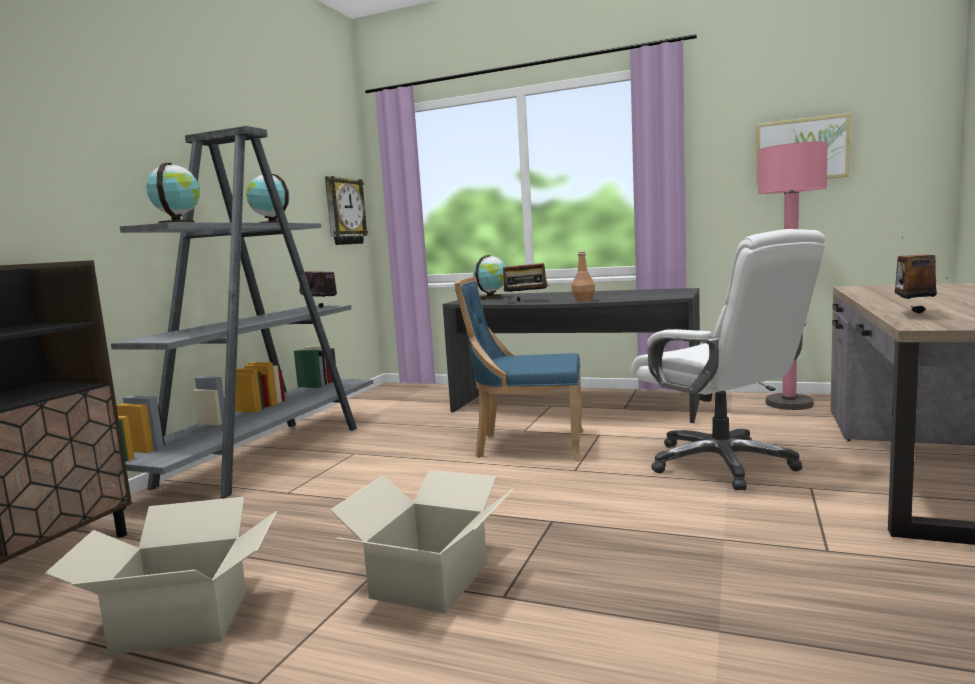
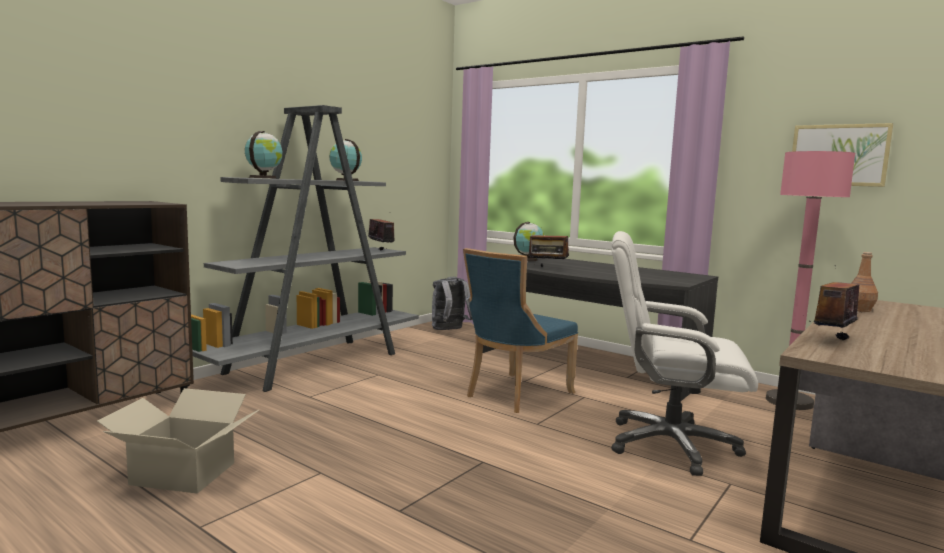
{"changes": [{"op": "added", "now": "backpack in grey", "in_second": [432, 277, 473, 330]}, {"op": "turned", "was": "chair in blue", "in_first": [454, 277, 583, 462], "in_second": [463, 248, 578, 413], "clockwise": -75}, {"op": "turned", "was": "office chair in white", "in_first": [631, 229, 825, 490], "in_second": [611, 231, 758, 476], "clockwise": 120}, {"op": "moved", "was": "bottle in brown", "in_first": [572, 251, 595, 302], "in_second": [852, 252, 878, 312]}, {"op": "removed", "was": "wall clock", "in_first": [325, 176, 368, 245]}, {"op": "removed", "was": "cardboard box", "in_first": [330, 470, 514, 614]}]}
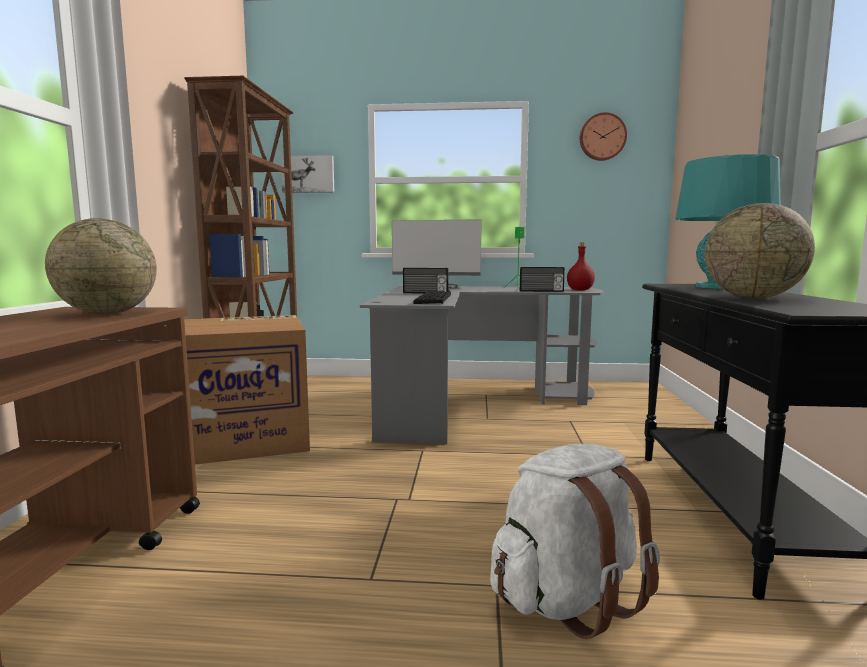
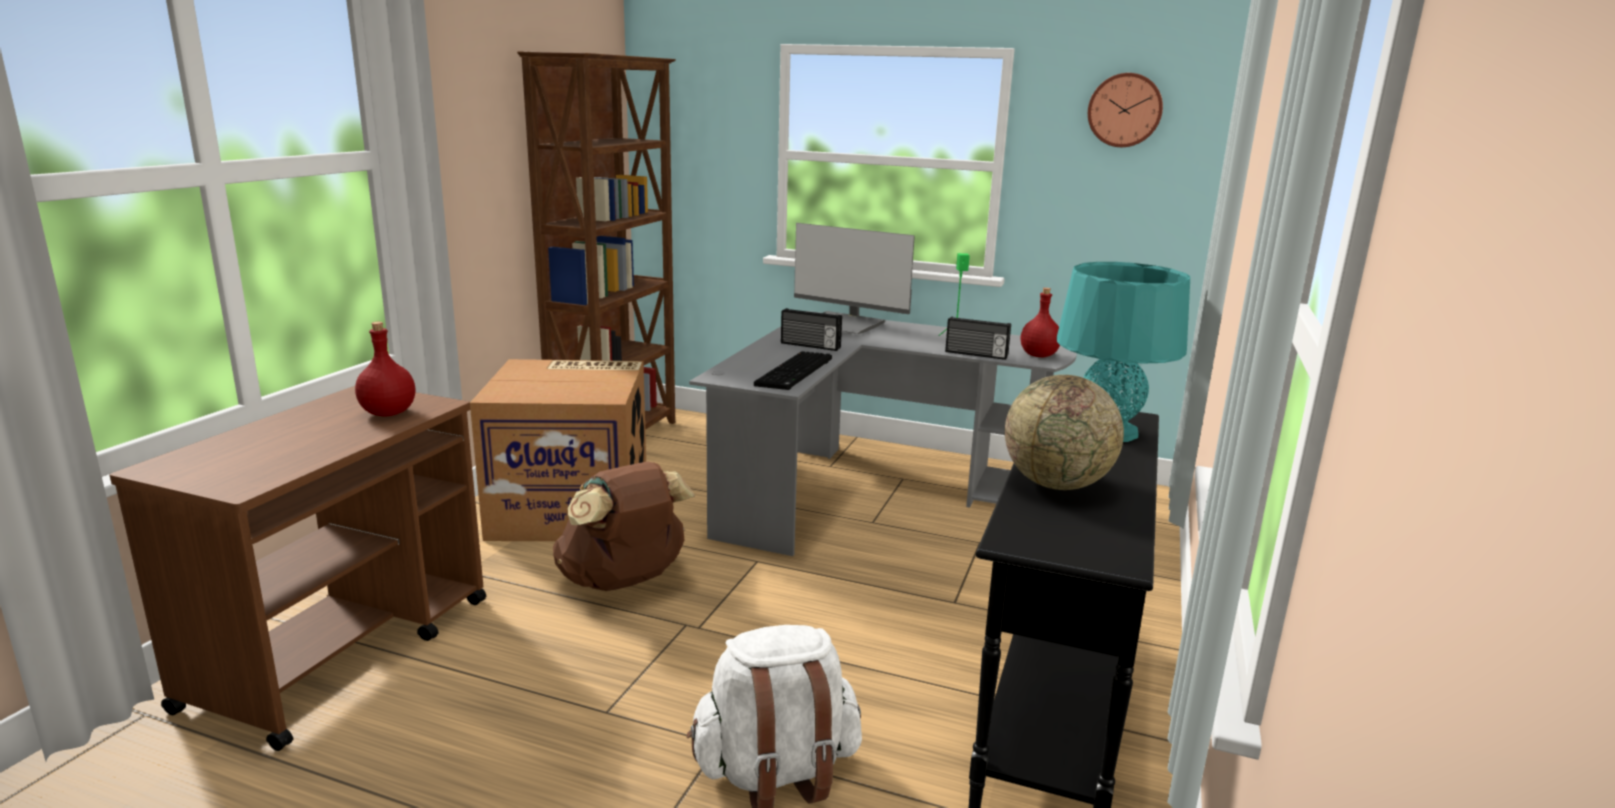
{"changes": [{"op": "replaced", "was": "globe", "now": "bottle in red", "in_first": [45, 218, 157, 315], "in_second": [355, 322, 415, 417]}, {"op": "added", "now": "backpack in brown", "in_second": [553, 462, 695, 591]}, {"op": "removed", "was": "picture", "in_first": [281, 155, 334, 193]}]}
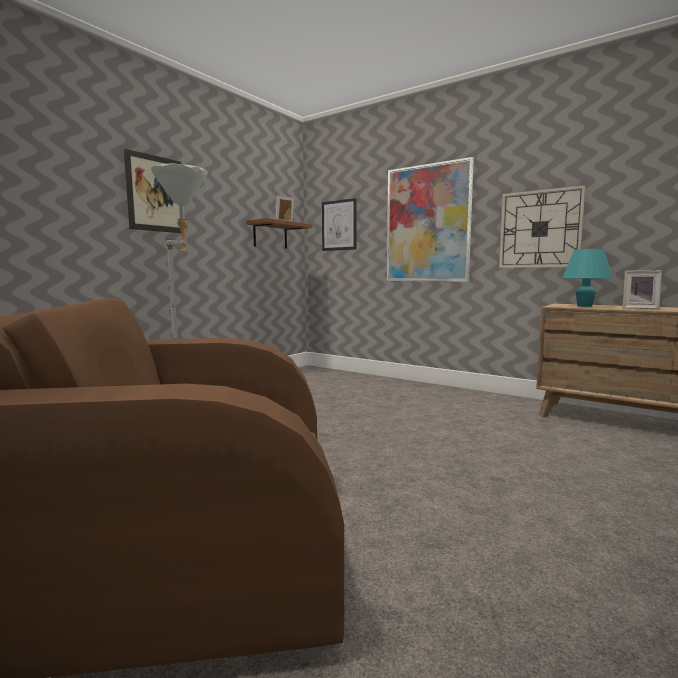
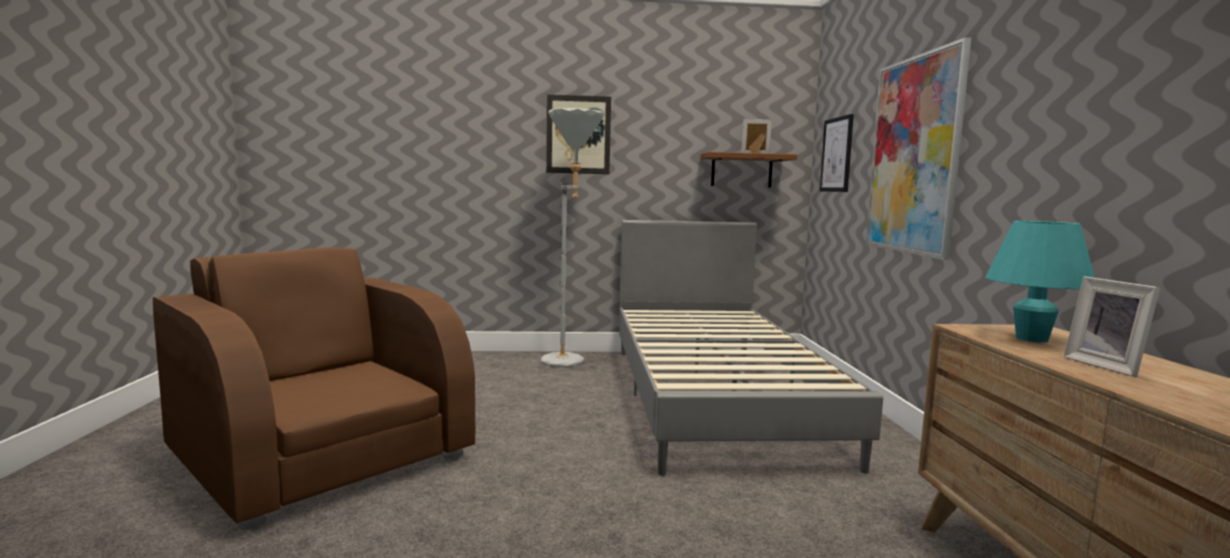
{"changes": [{"op": "added", "now": "bed in grey", "in_second": [619, 220, 883, 476]}, {"op": "removed", "was": "wall clock", "in_first": [499, 185, 586, 268]}]}
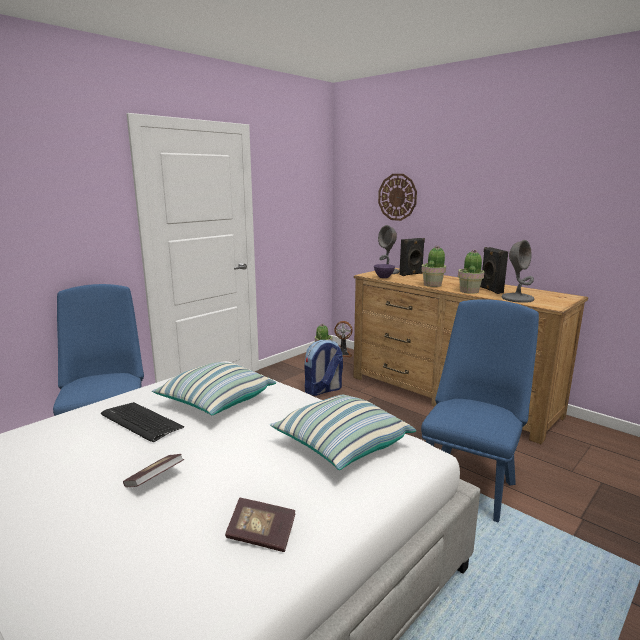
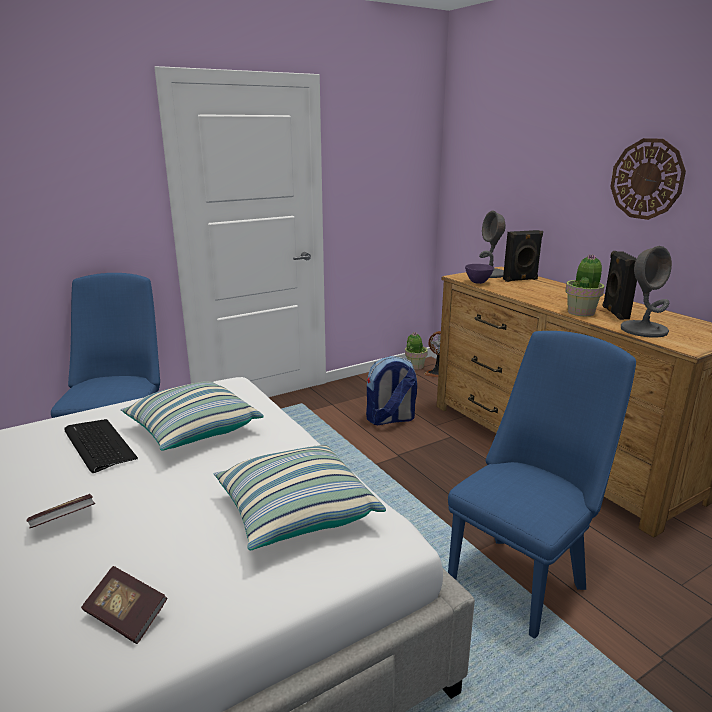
{"changes": [{"op": "moved", "was": "wall clock", "in_first": [378, 174, 417, 221], "in_second": [610, 138, 686, 220]}, {"op": "removed", "was": "potted plant", "in_first": [421, 245, 446, 287]}]}
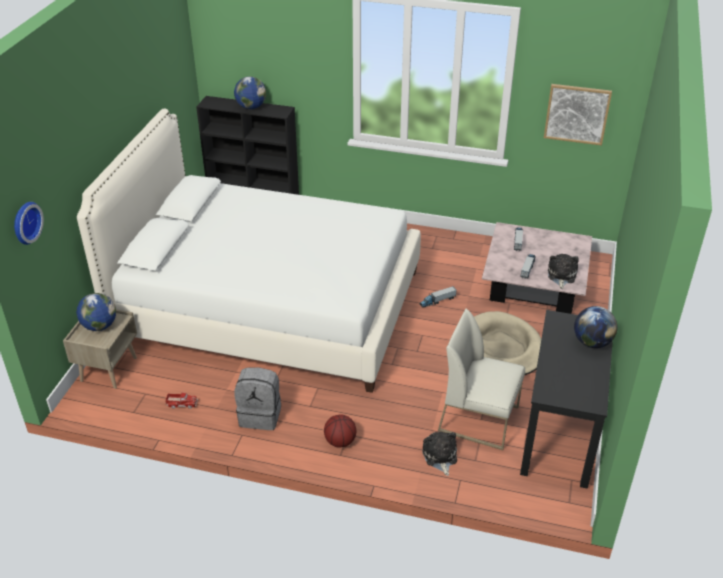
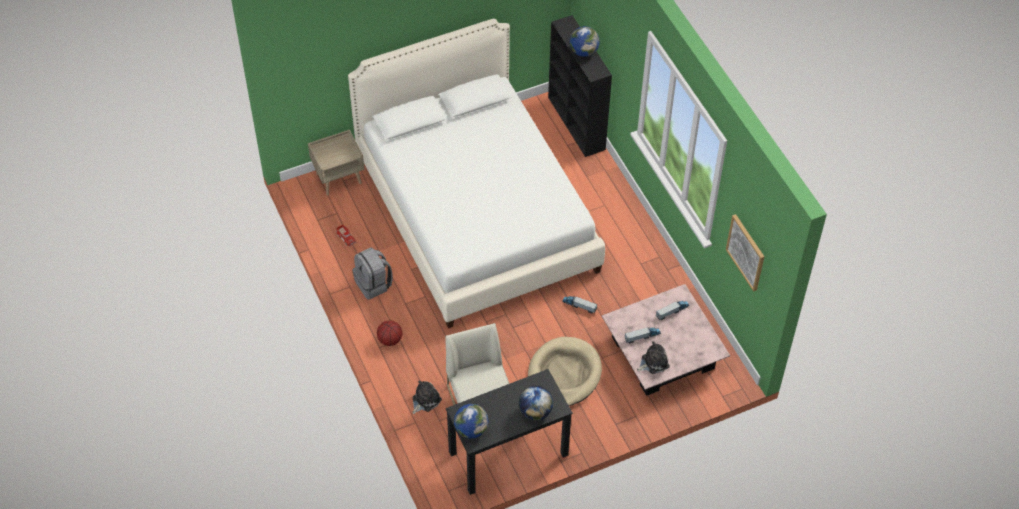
{"changes": [{"op": "moved", "was": "globe", "in_first": [76, 293, 116, 331], "in_second": [454, 404, 489, 438]}, {"op": "removed", "was": "wall clock", "in_first": [14, 202, 44, 245]}]}
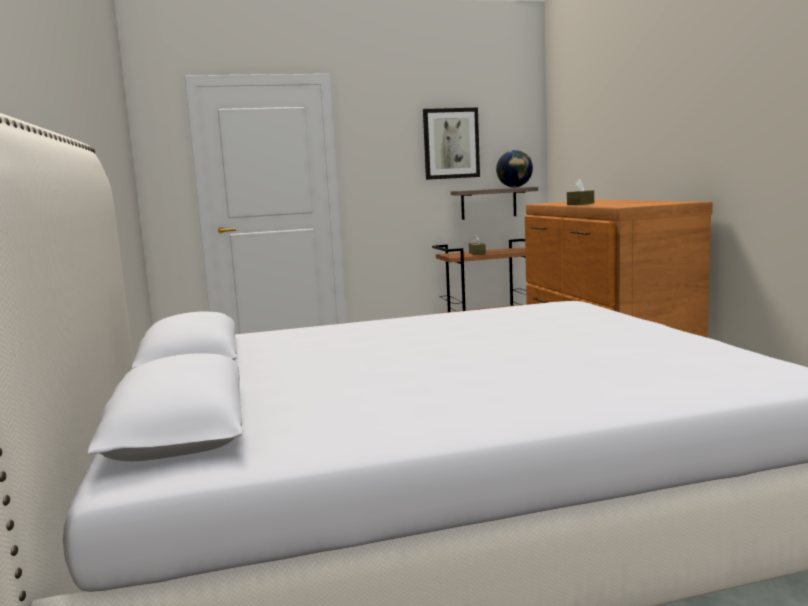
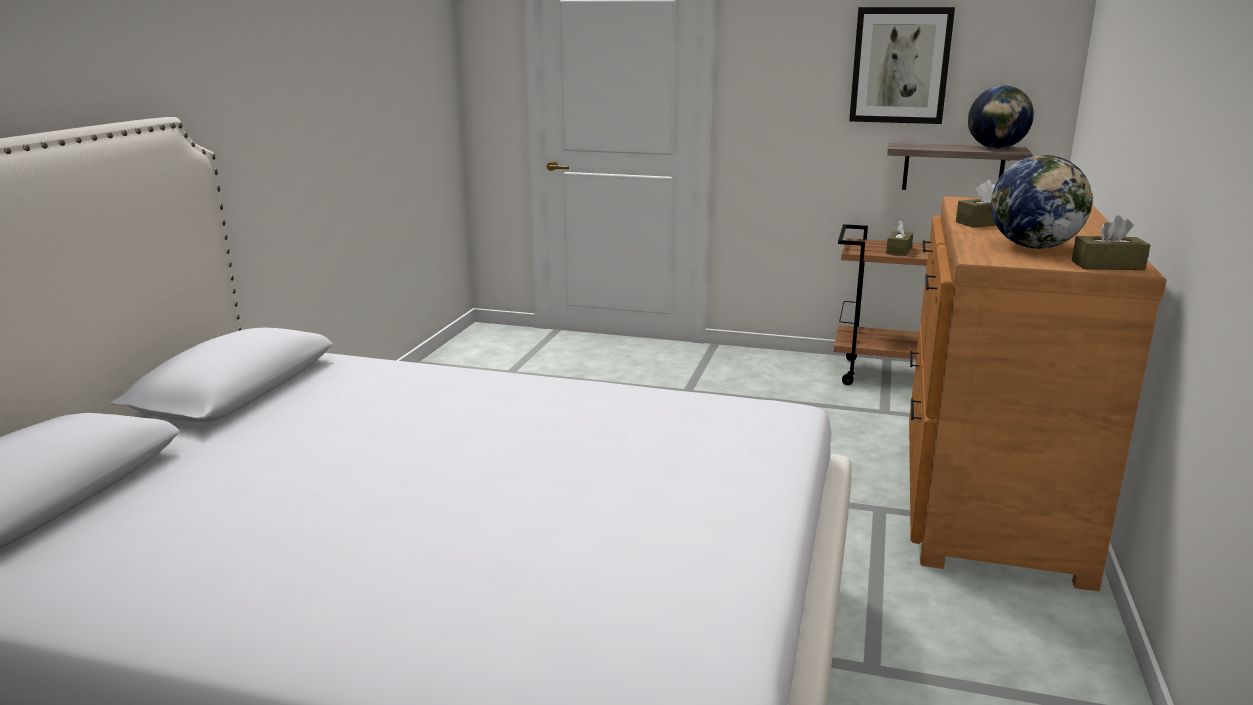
{"changes": [{"op": "added", "now": "globe", "in_second": [991, 155, 1093, 249]}, {"op": "added", "now": "tissue box in brown", "in_second": [1071, 215, 1150, 270]}]}
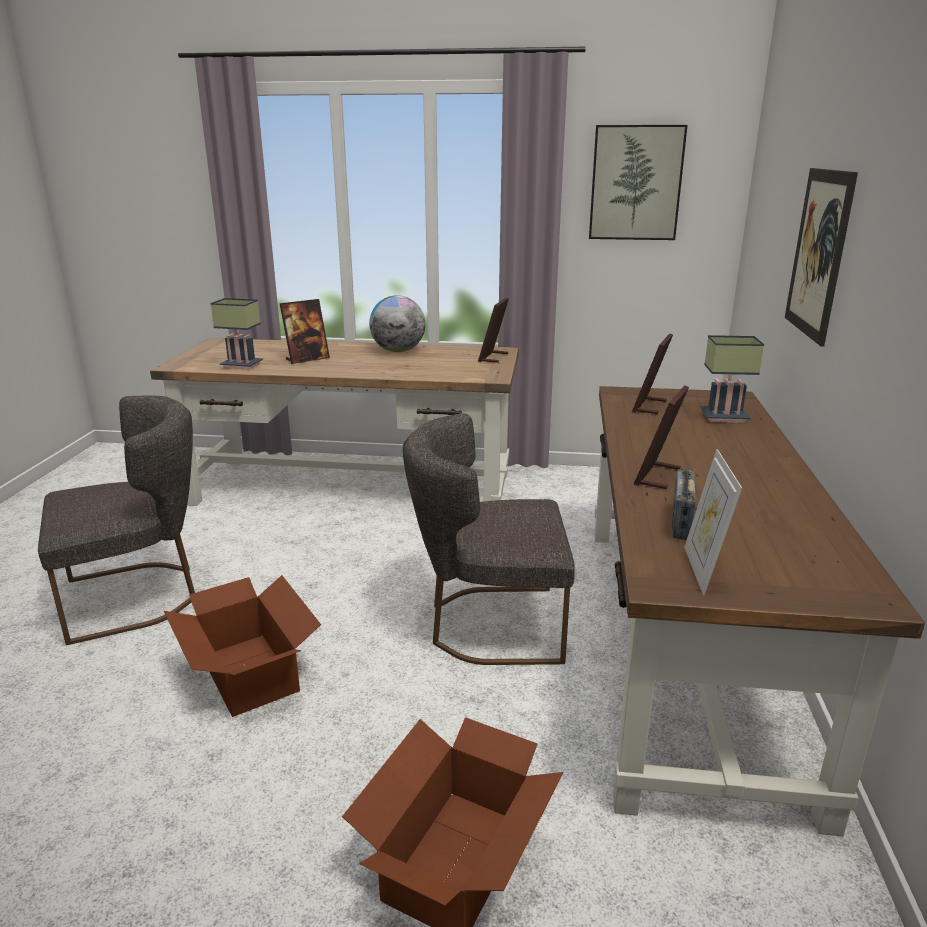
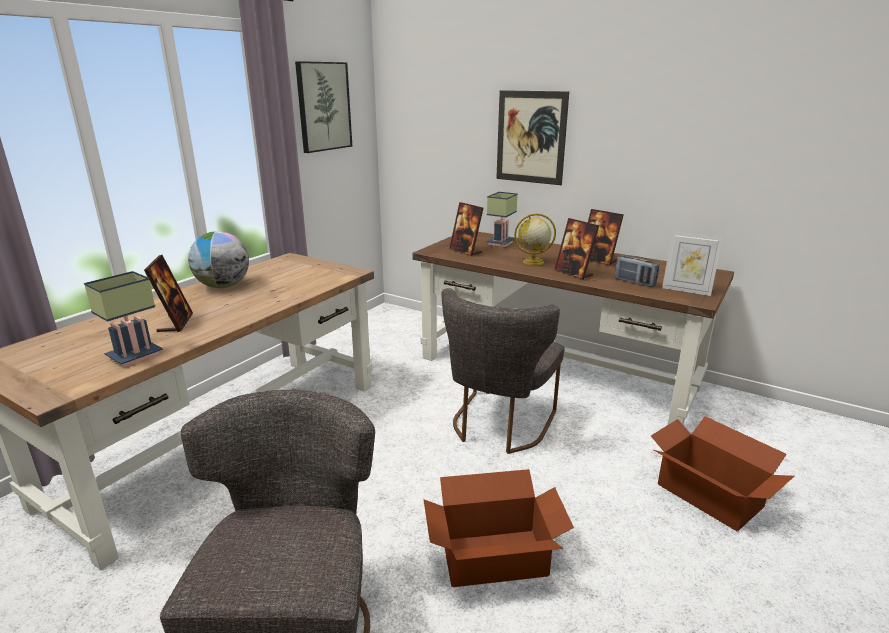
{"changes": [{"op": "added", "now": "globe", "in_second": [514, 213, 556, 265]}, {"op": "moved", "was": "picture frame", "in_first": [478, 298, 509, 363], "in_second": [588, 209, 624, 266]}]}
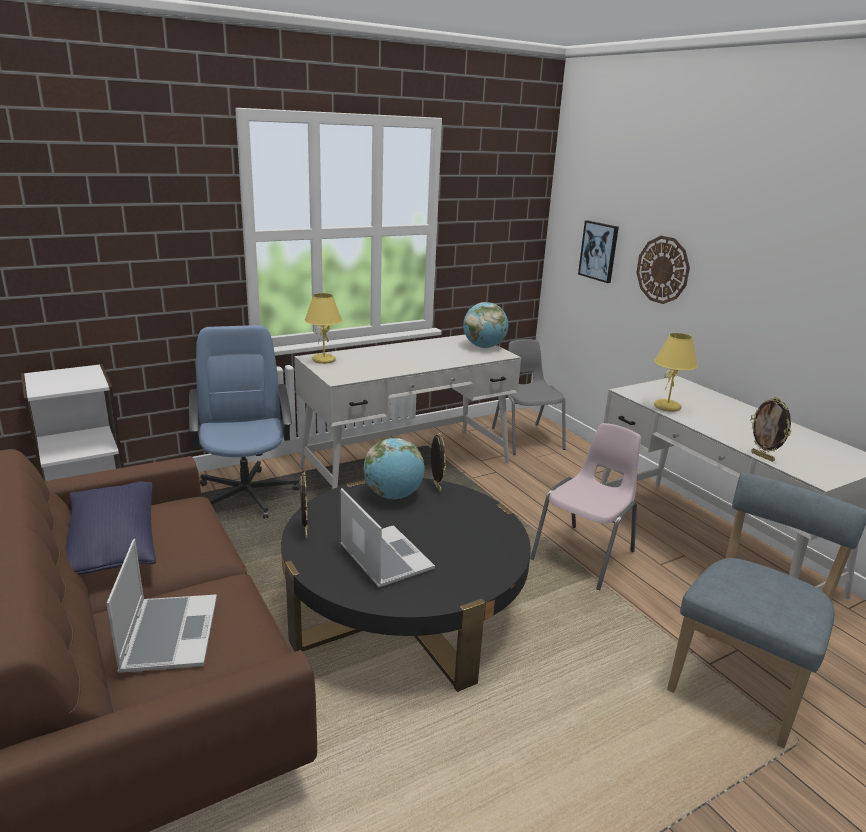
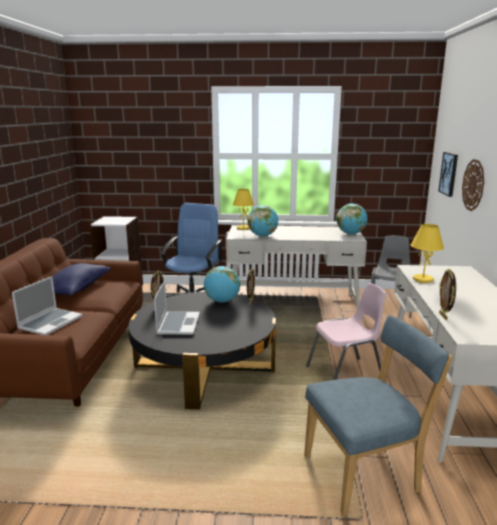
{"changes": [{"op": "added", "now": "globe", "in_second": [248, 205, 278, 237]}]}
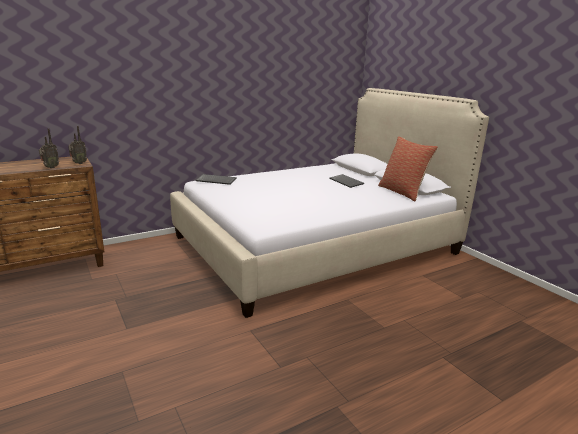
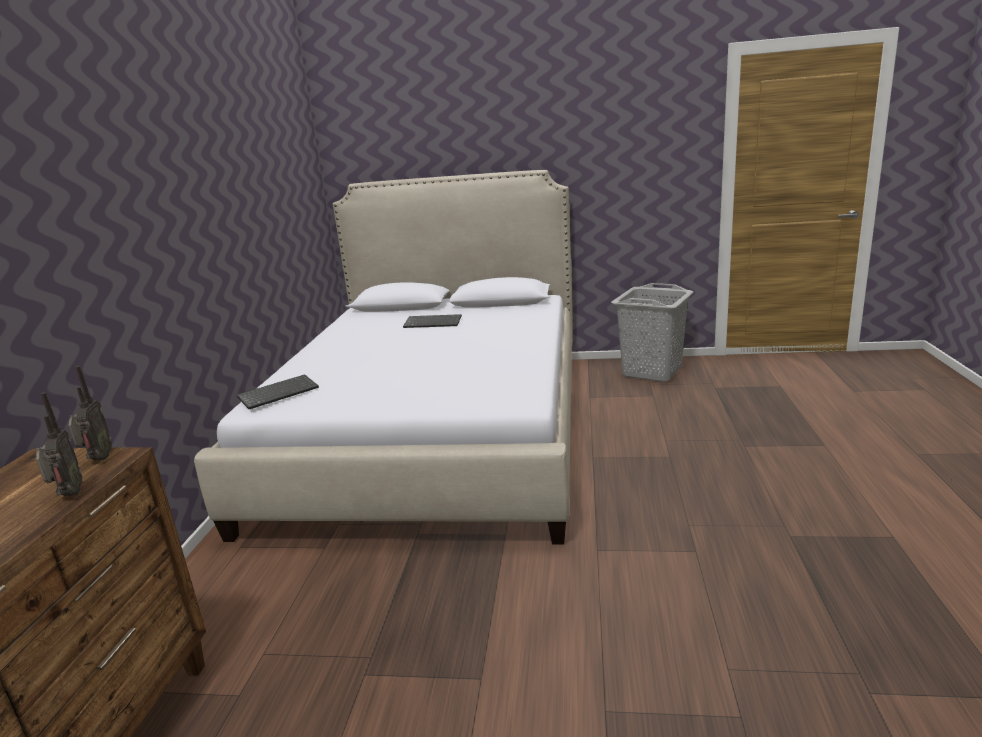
{"changes": [{"op": "added", "now": "laundry basket in grey", "in_second": [611, 283, 694, 382]}, {"op": "removed", "was": "pillow", "in_first": [378, 136, 438, 201]}]}
